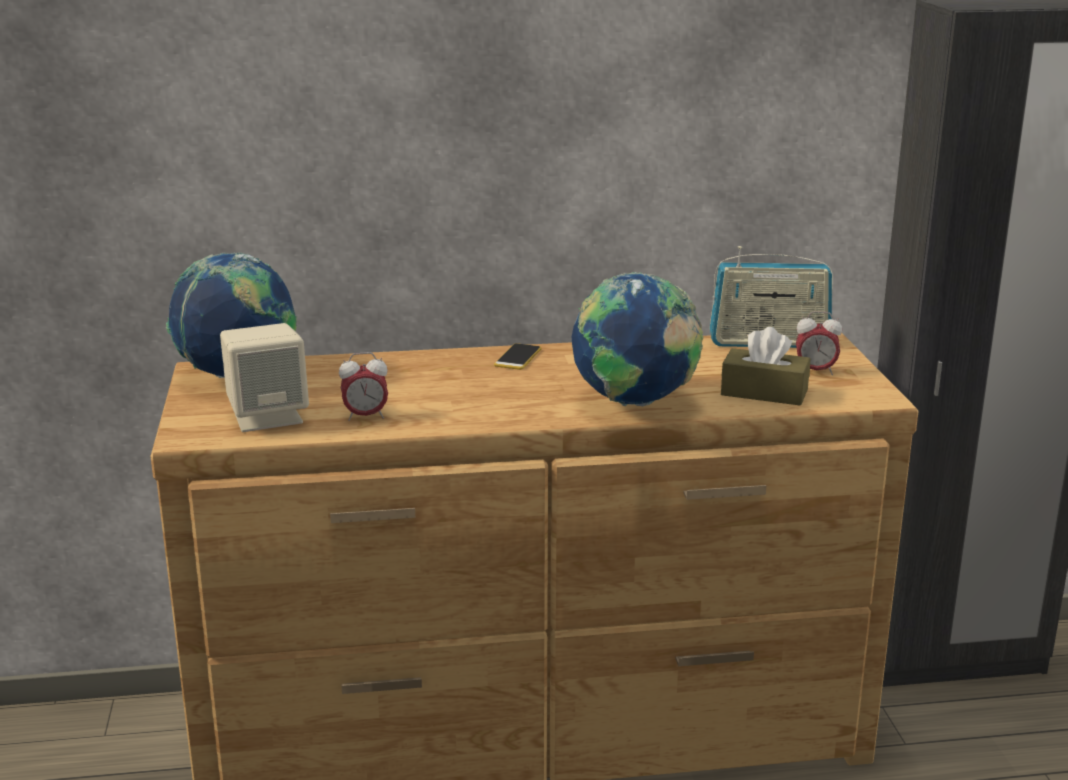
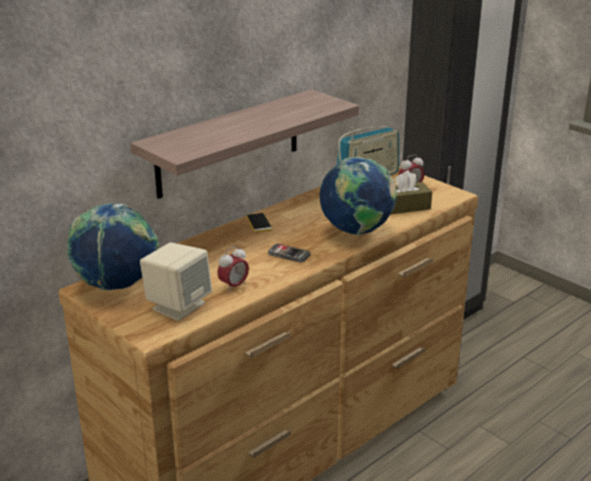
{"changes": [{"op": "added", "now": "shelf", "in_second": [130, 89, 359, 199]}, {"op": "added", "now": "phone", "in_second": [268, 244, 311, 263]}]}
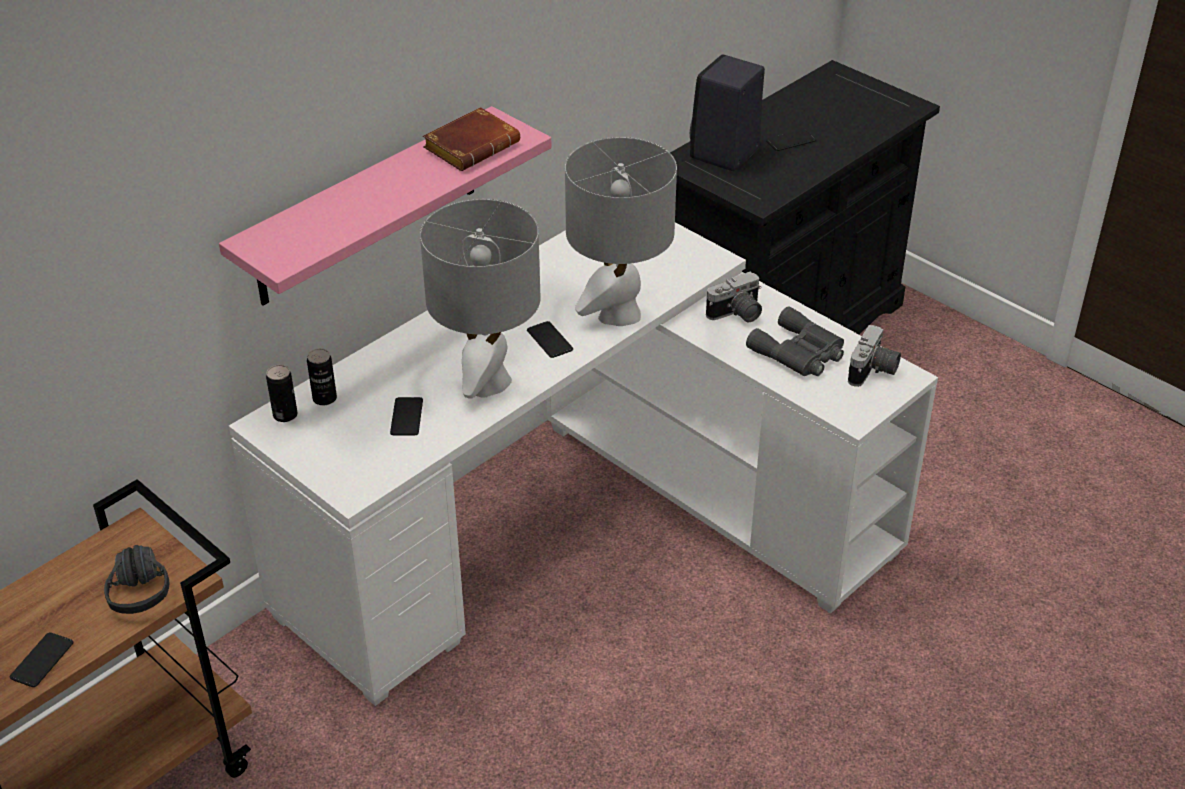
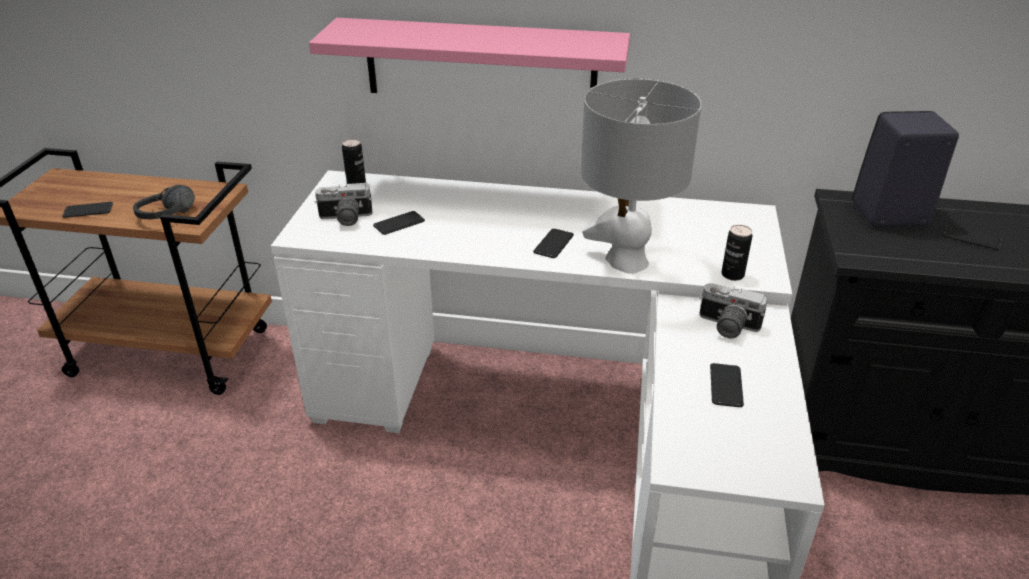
{"changes": [{"op": "moved", "was": "photo camera", "in_first": [848, 325, 901, 387], "in_second": [315, 183, 373, 226]}, {"op": "replaced", "was": "binoculars in grey", "now": "phone", "in_first": [746, 306, 844, 376], "in_second": [710, 363, 744, 407]}, {"op": "moved", "was": "can", "in_first": [307, 348, 337, 405], "in_second": [721, 225, 753, 281]}, {"op": "removed", "was": "table lamp in grey", "in_first": [420, 199, 540, 399]}, {"op": "removed", "was": "book in brown", "in_first": [423, 107, 520, 171]}]}
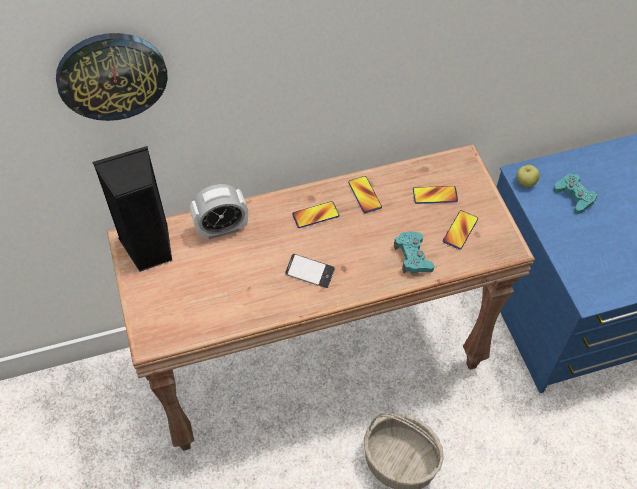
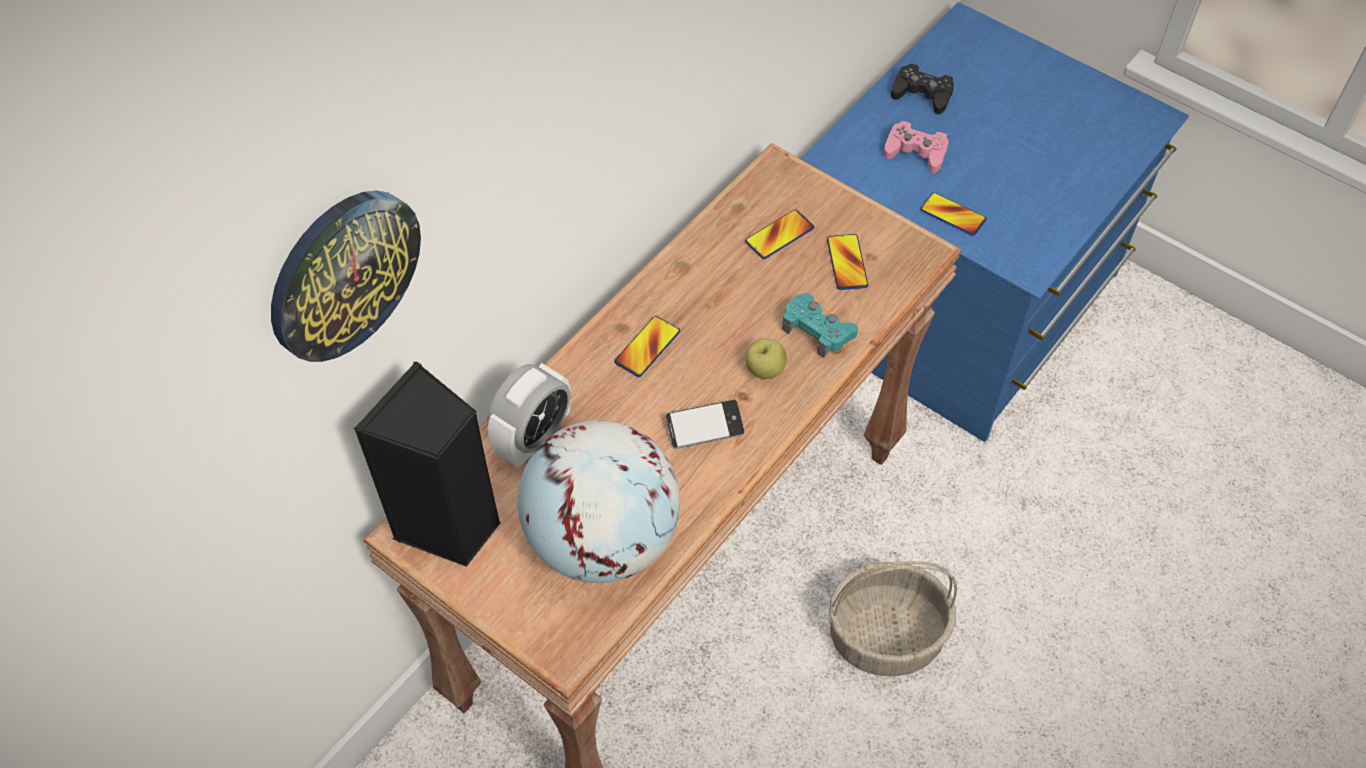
{"changes": [{"op": "added", "now": "globe", "in_second": [518, 420, 680, 583]}, {"op": "moved", "was": "apple", "in_first": [516, 165, 540, 187], "in_second": [746, 338, 787, 379]}, {"op": "recoloured", "was": "game controller in turquoise", "now": "game controller in pink", "in_first": [553, 174, 598, 214], "in_second": [884, 121, 949, 173]}, {"op": "added", "now": "game controller in black", "in_second": [891, 63, 954, 114]}, {"op": "moved", "was": "phone", "in_first": [348, 176, 382, 213], "in_second": [920, 193, 986, 236]}]}
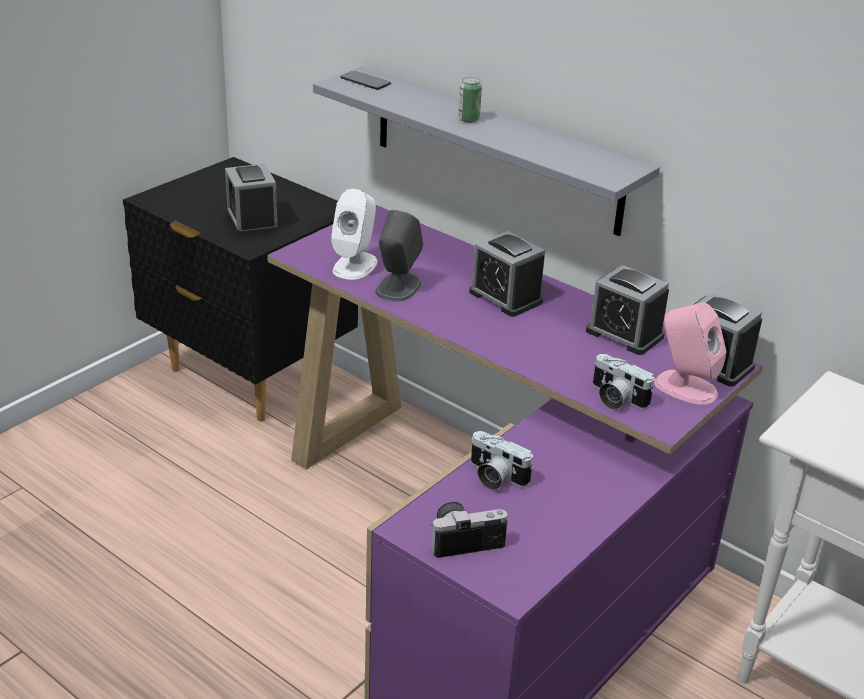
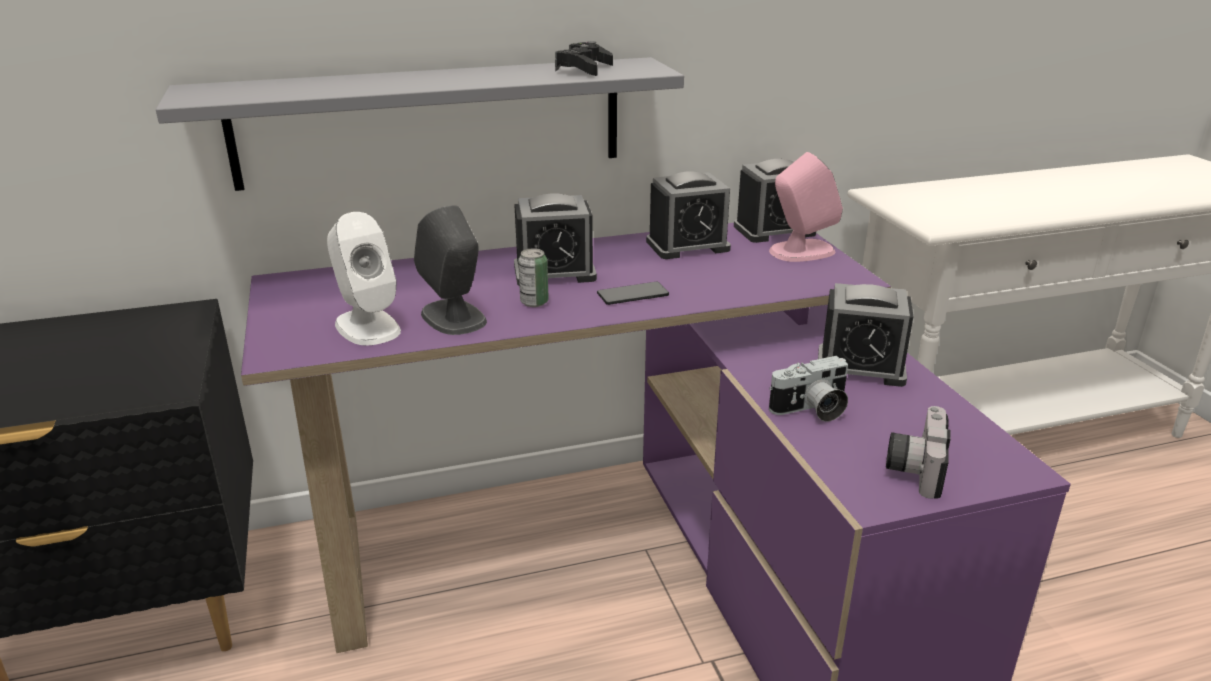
{"changes": [{"op": "moved", "was": "can", "in_first": [458, 77, 482, 123], "in_second": [518, 248, 549, 307]}, {"op": "added", "now": "game controller in black", "in_second": [555, 41, 613, 76]}, {"op": "moved", "was": "phone", "in_first": [340, 71, 391, 90], "in_second": [597, 282, 669, 305]}, {"op": "moved", "was": "alarm clock", "in_first": [225, 164, 278, 236], "in_second": [818, 283, 914, 387]}, {"op": "removed", "was": "photo camera", "in_first": [593, 354, 655, 410]}]}
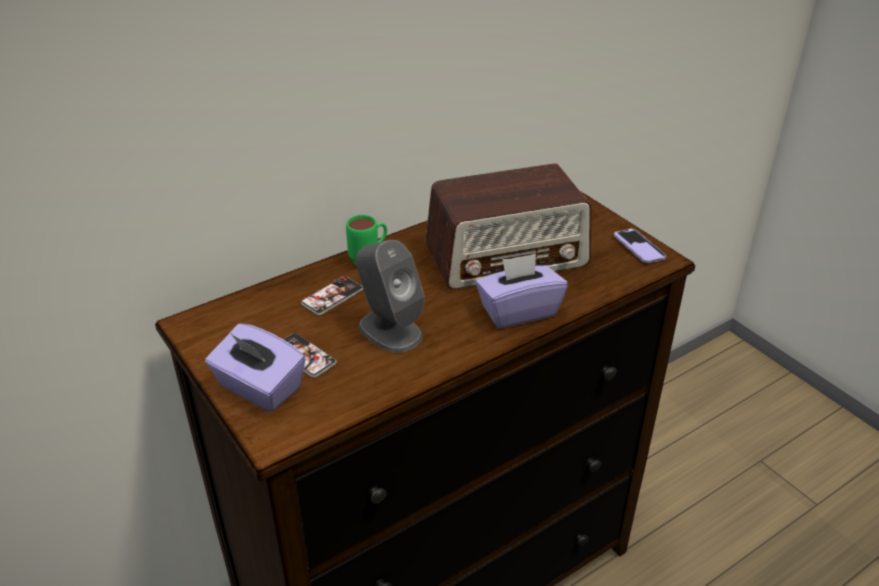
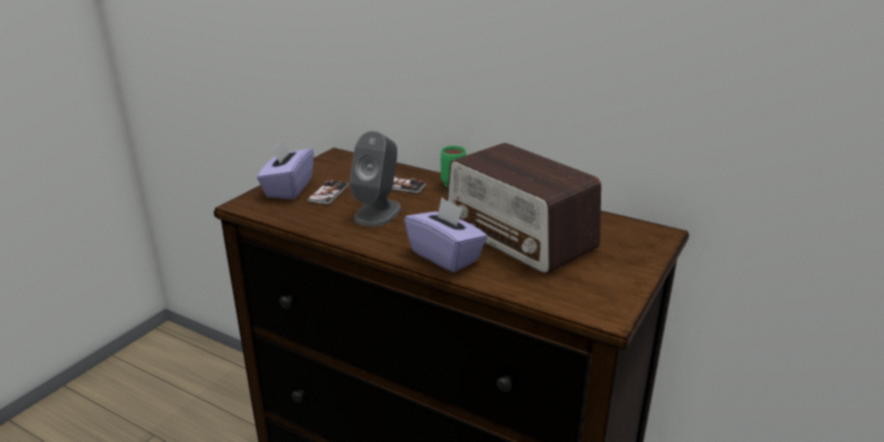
{"changes": [{"op": "removed", "was": "phone", "in_first": [614, 229, 666, 263]}]}
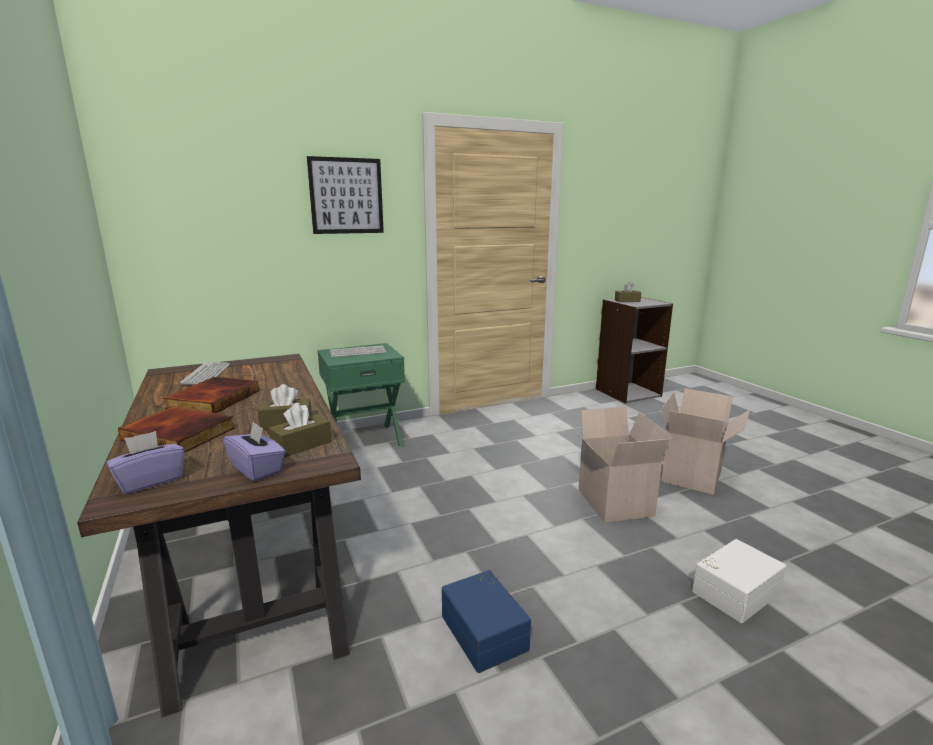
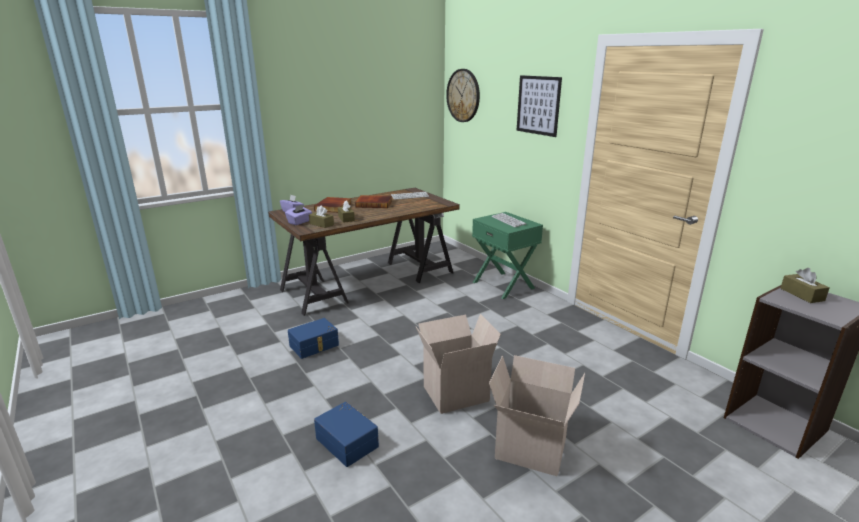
{"changes": [{"op": "recoloured", "was": "storage box in white", "now": "storage box in blue", "in_first": [692, 539, 786, 623], "in_second": [314, 402, 379, 467]}, {"op": "added", "now": "wall clock", "in_second": [446, 69, 480, 122]}]}
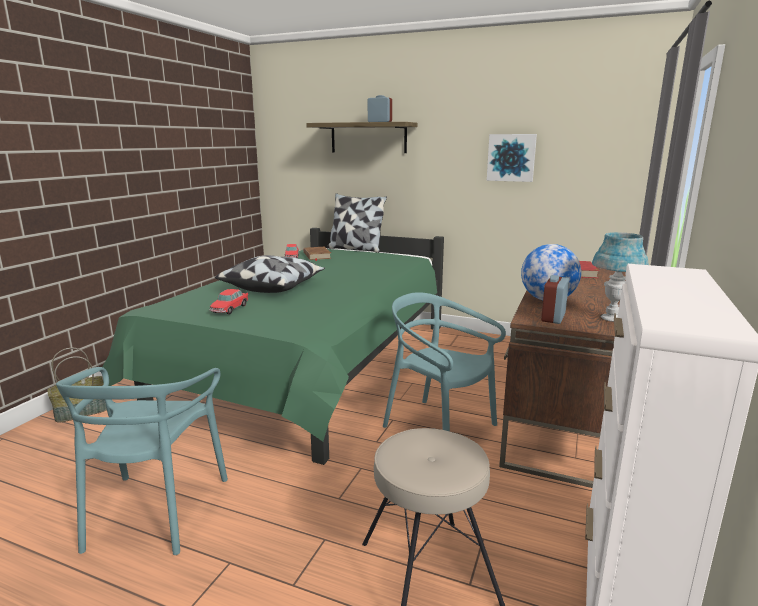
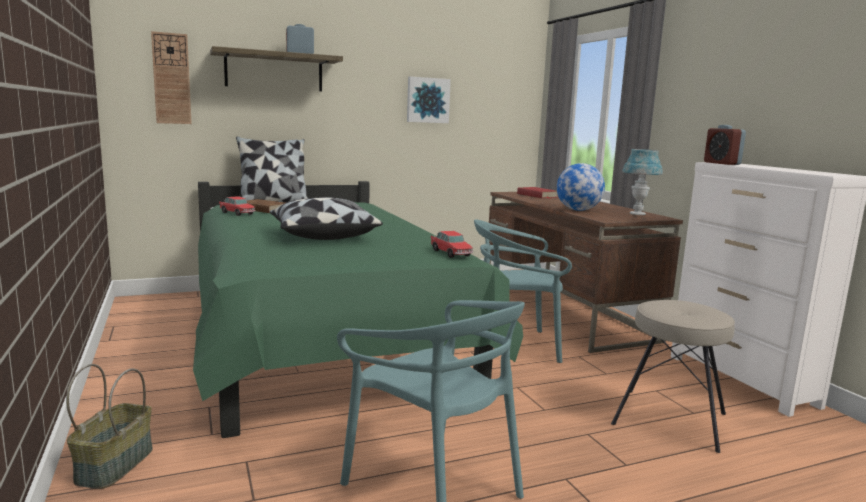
{"changes": [{"op": "added", "now": "wall clock", "in_second": [151, 31, 192, 124]}, {"op": "moved", "was": "toy car", "in_first": [209, 289, 248, 314], "in_second": [431, 231, 473, 258]}, {"op": "moved", "was": "alarm clock", "in_first": [541, 275, 569, 324], "in_second": [704, 125, 746, 165]}]}
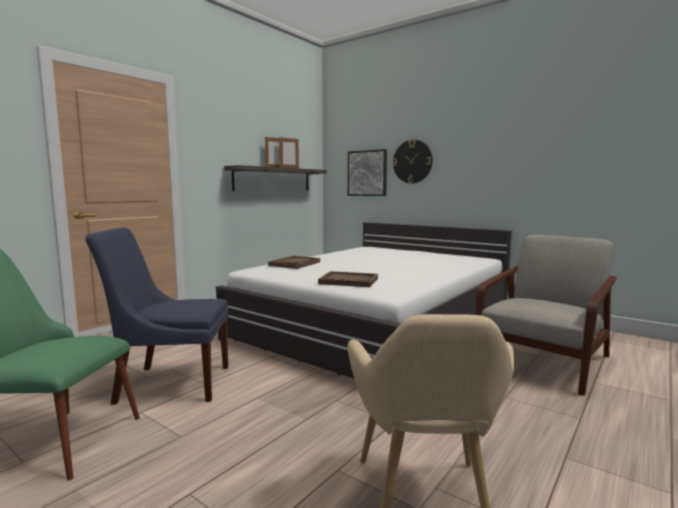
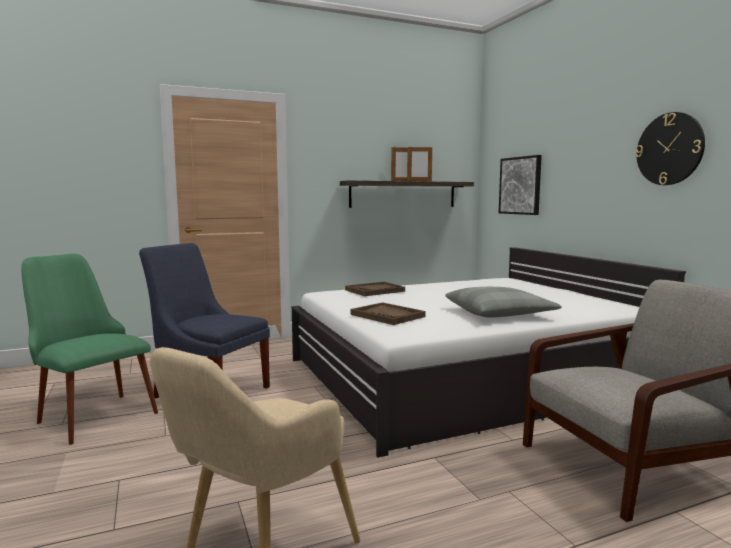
{"changes": [{"op": "added", "now": "pillow in grey", "in_second": [445, 287, 562, 318]}, {"op": "moved", "was": "wall clock", "in_first": [393, 139, 433, 183], "in_second": [635, 112, 705, 185]}]}
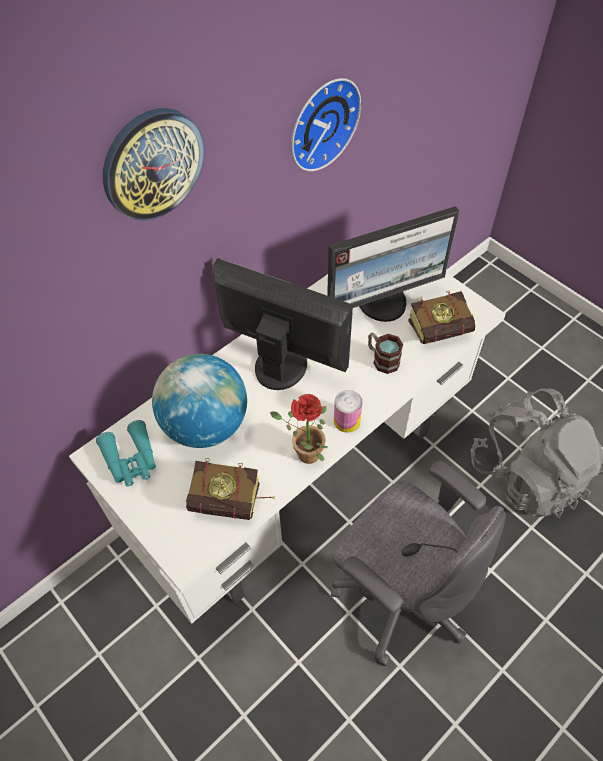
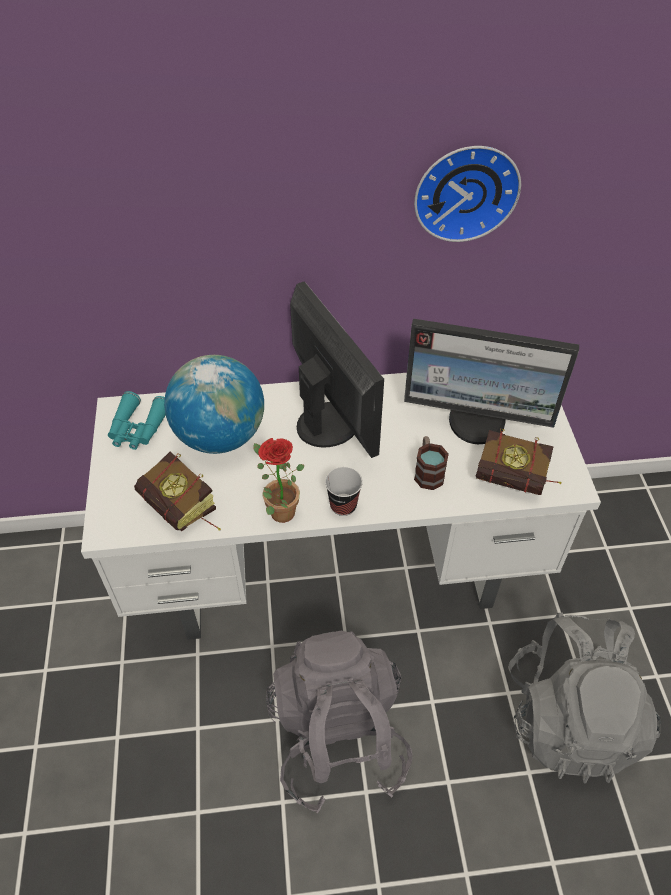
{"changes": [{"op": "replaced", "was": "office chair in grey", "now": "backpack in grey", "in_first": [331, 461, 506, 666], "in_second": [266, 631, 413, 813]}, {"op": "replaced", "was": "can", "now": "cup", "in_first": [334, 390, 362, 433], "in_second": [325, 467, 363, 516]}, {"op": "removed", "was": "wall clock", "in_first": [103, 108, 205, 221]}]}
